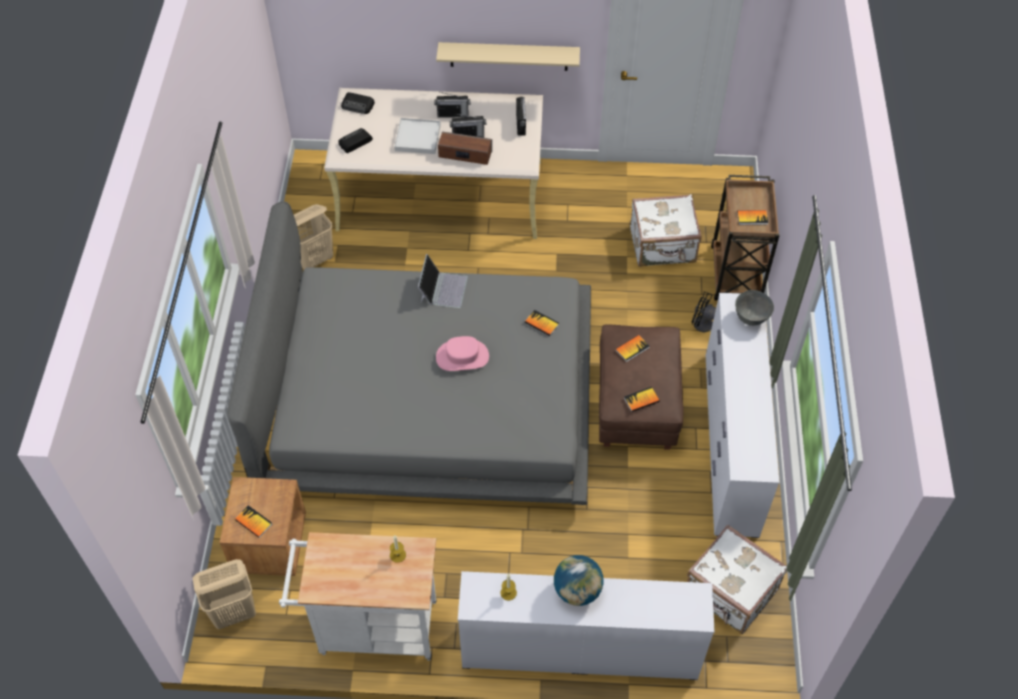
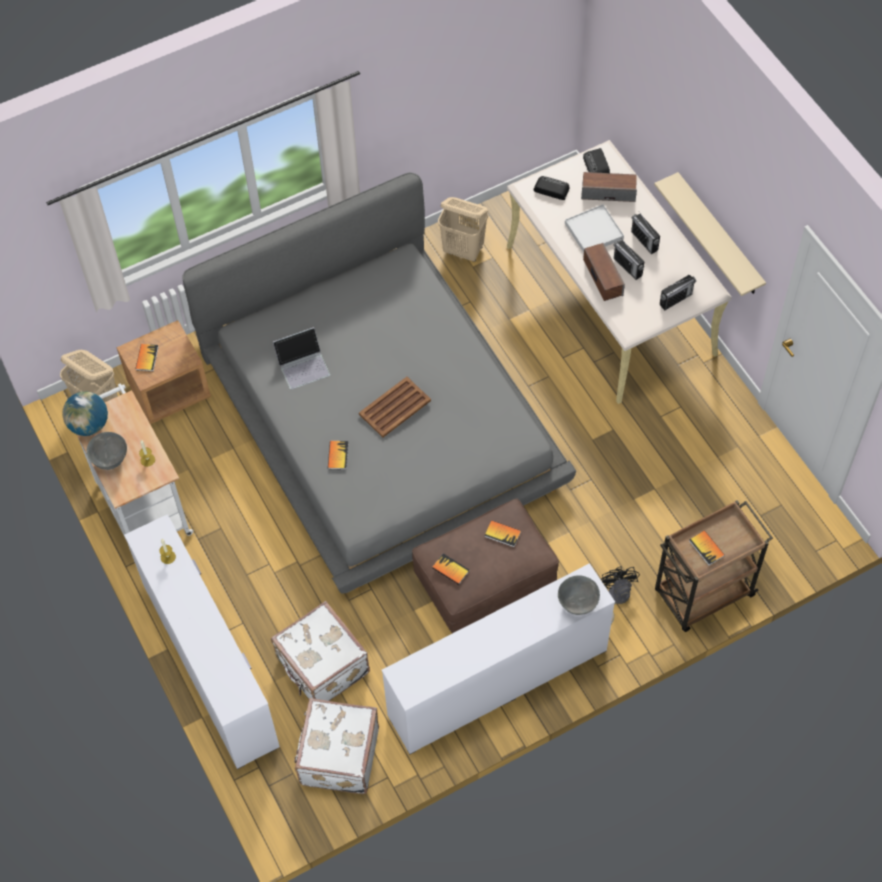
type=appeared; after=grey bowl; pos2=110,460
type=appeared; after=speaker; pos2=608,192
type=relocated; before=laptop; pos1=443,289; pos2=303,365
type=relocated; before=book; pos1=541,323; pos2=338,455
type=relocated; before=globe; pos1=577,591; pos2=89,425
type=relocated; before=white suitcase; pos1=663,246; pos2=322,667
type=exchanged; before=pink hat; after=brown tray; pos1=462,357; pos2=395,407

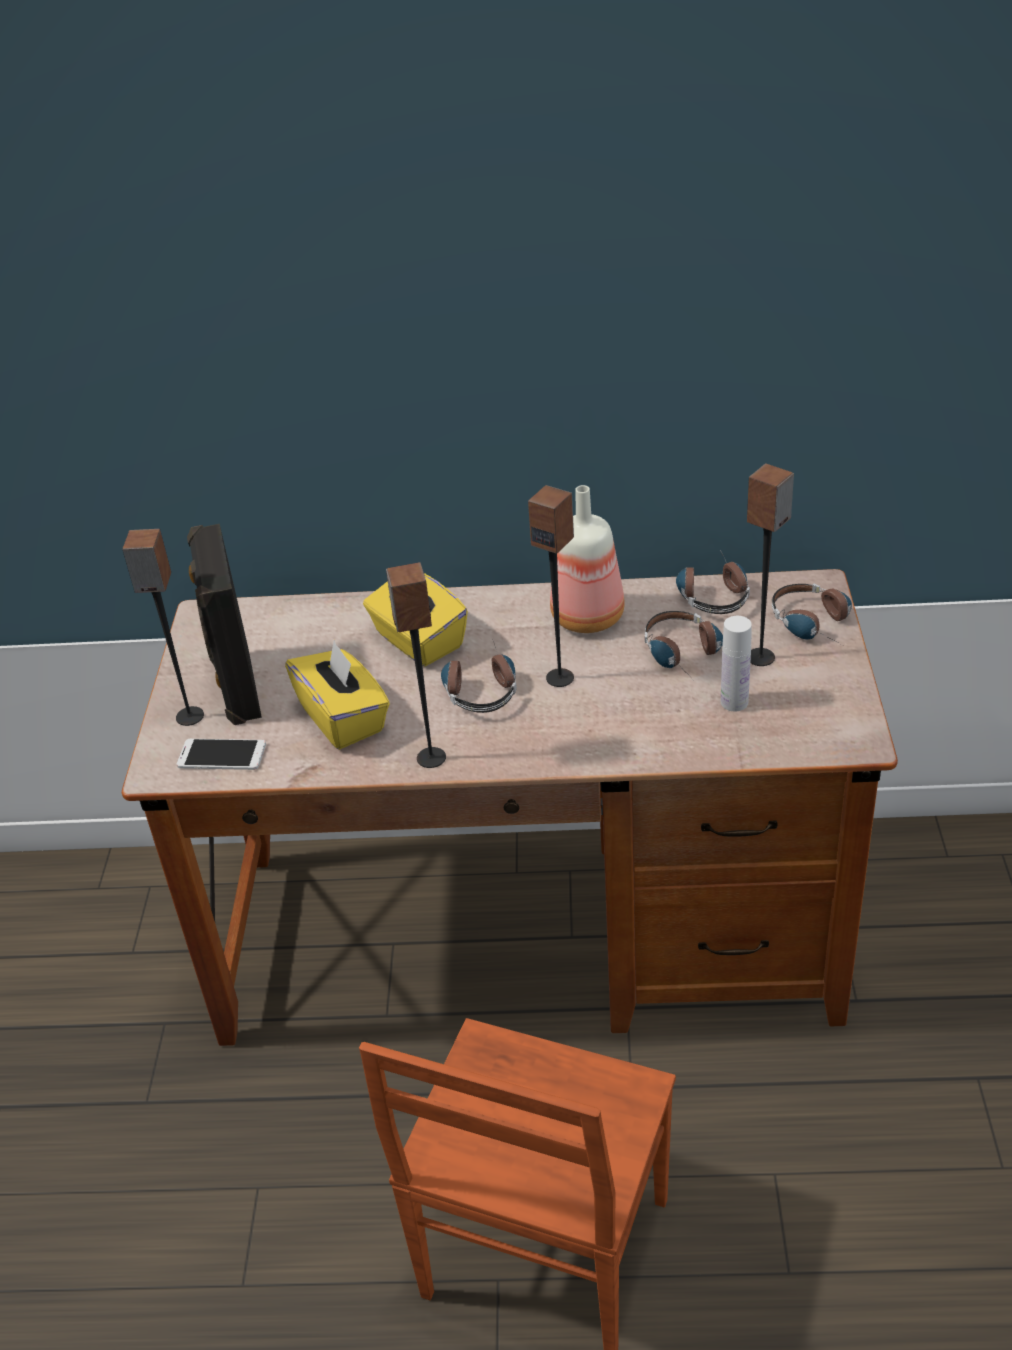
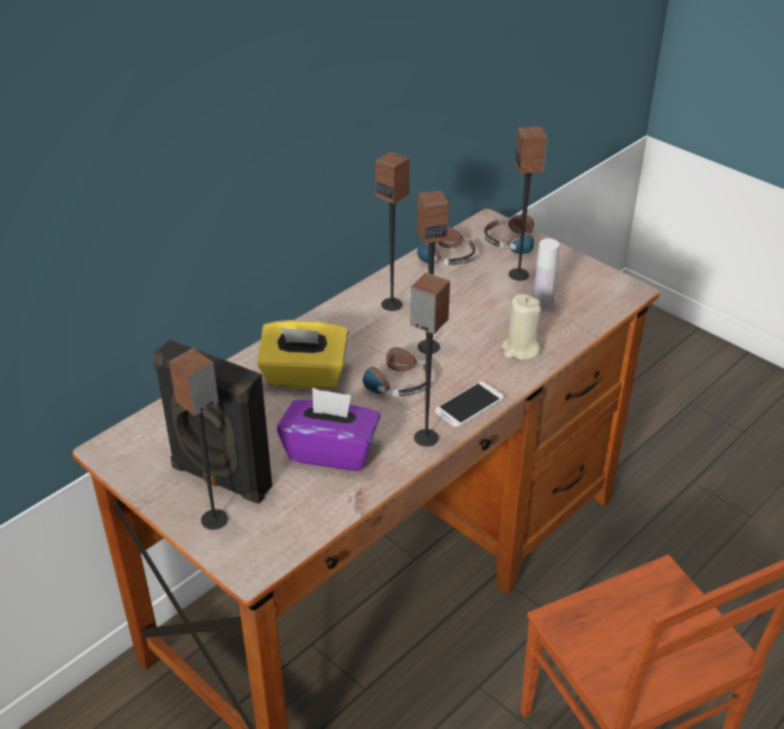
type=missing; before=headphones; pos1=686,655
type=appeared; after=beige candle; pos2=520,349
type=relocated; before=phone; pos1=222,755; pos2=469,405
type=exchanged; before=bottle; after=speaker; pos1=589,618; pos2=392,304
type=colour; before=yellow tissue box; after=purple tissue box; pos1=343,718; pos2=331,451

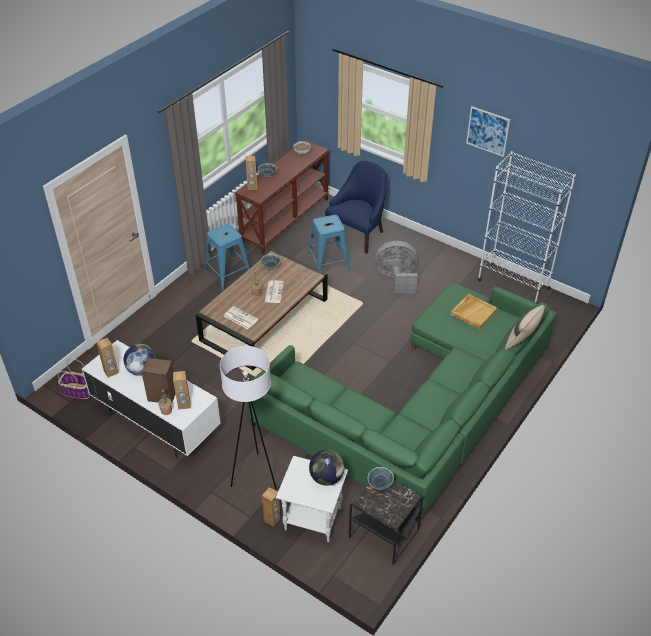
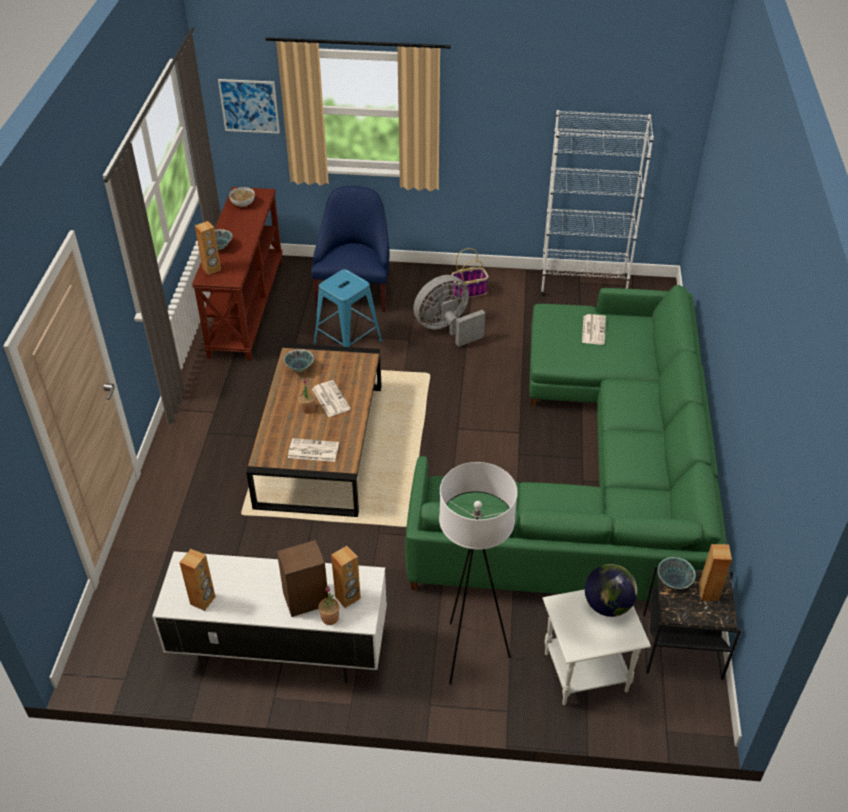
type=missing; before=globe; pos1=141,370
type=missing; before=blue stool; pos1=228,275
type=missing; before=beige pillow; pos1=522,341
type=relocated; before=basket; pos1=78,391; pos2=469,291
type=relocated; before=brown speaker; pos1=272,519; pos2=708,593
type=relocated; before=picture; pos1=487,131; pos2=249,106
type=exchanged; before=beige tray; after=newspaper; pos1=473,312; pos2=593,329

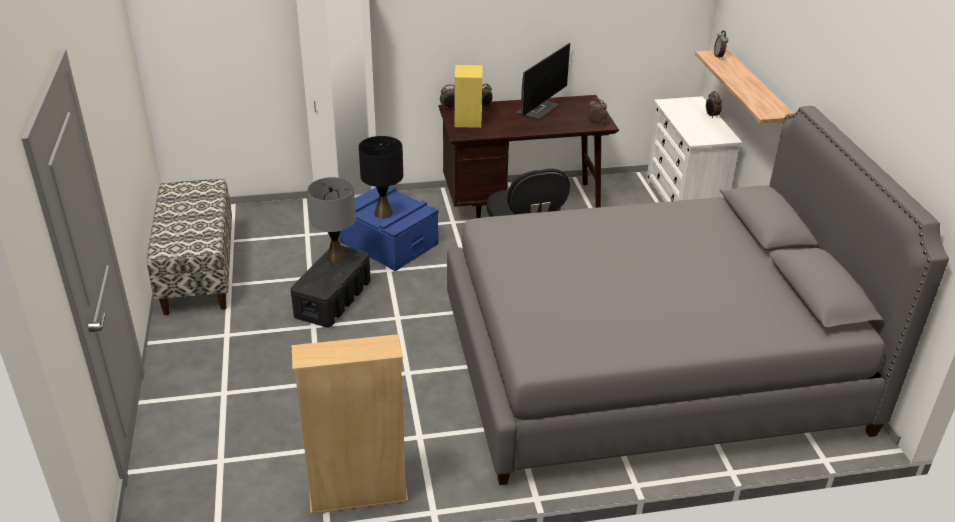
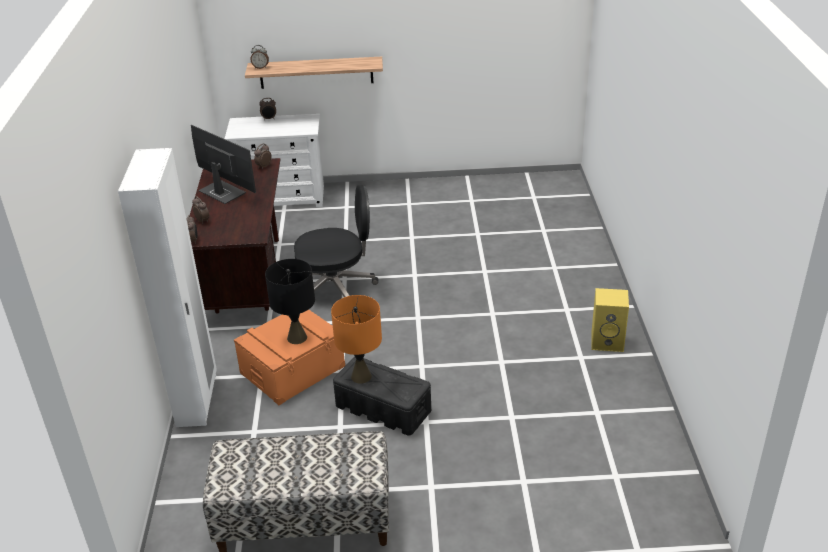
type=missing; before=beige bookcase; pos1=358,496
type=missing; before=grey bed; pos1=648,366
type=relocated; before=yellow speaker; pos1=468,121; pos2=608,341
type=colour; before=grey table lamp; after=orange table lamp; pos1=336,258; pos2=361,376
type=colour; before=blue storage box; after=orange storage box; pos1=389,243; pos2=292,369

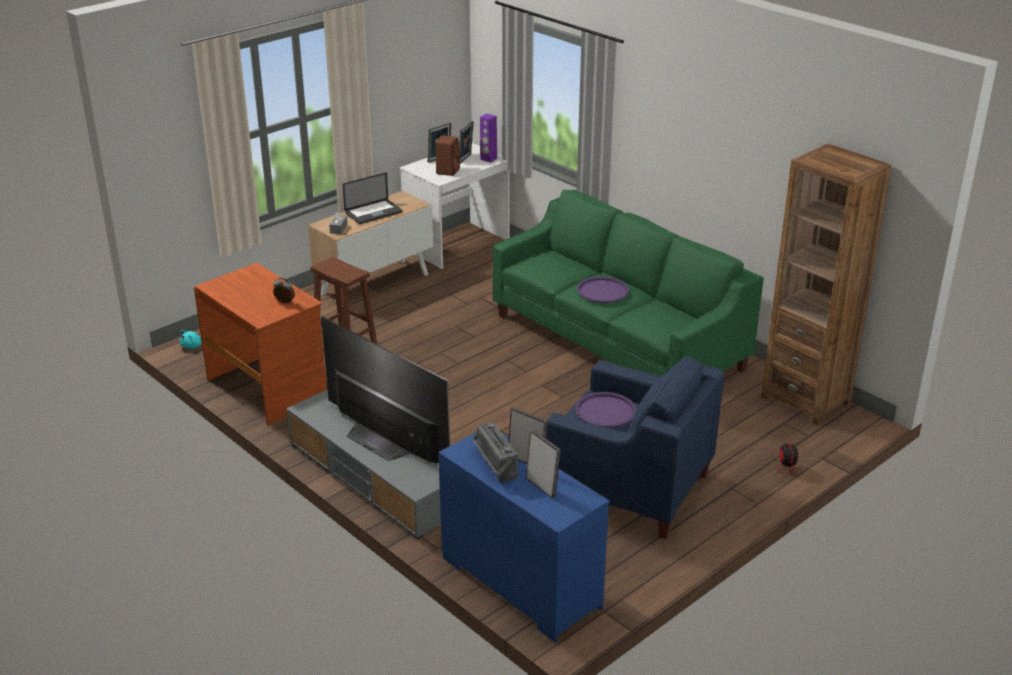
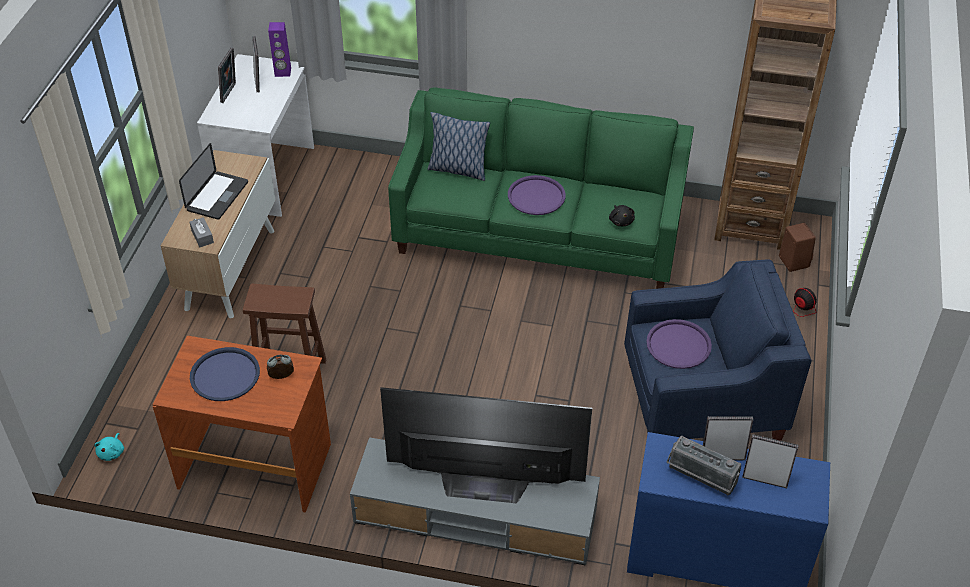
type=appeared; after=blue tray; pos2=225,375
type=appeared; after=pillow; pos2=457,169
type=appeared; after=black plush toy; pos2=621,221
type=relocated; before=brown speaker; pos1=448,171; pos2=793,261

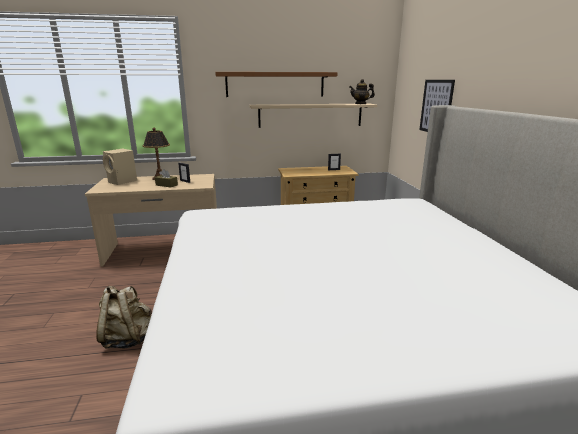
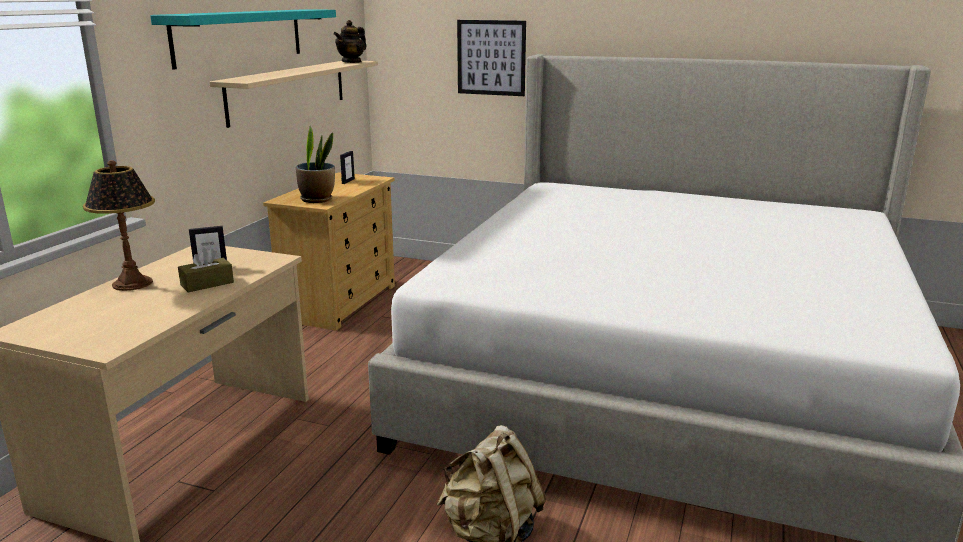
type=missing; before=beige speaker; pos1=122,181
type=appeared; after=potted plant; pos2=317,199
type=colour; before=brown shelf; after=turquoise shelf; pos1=275,84; pos2=240,36

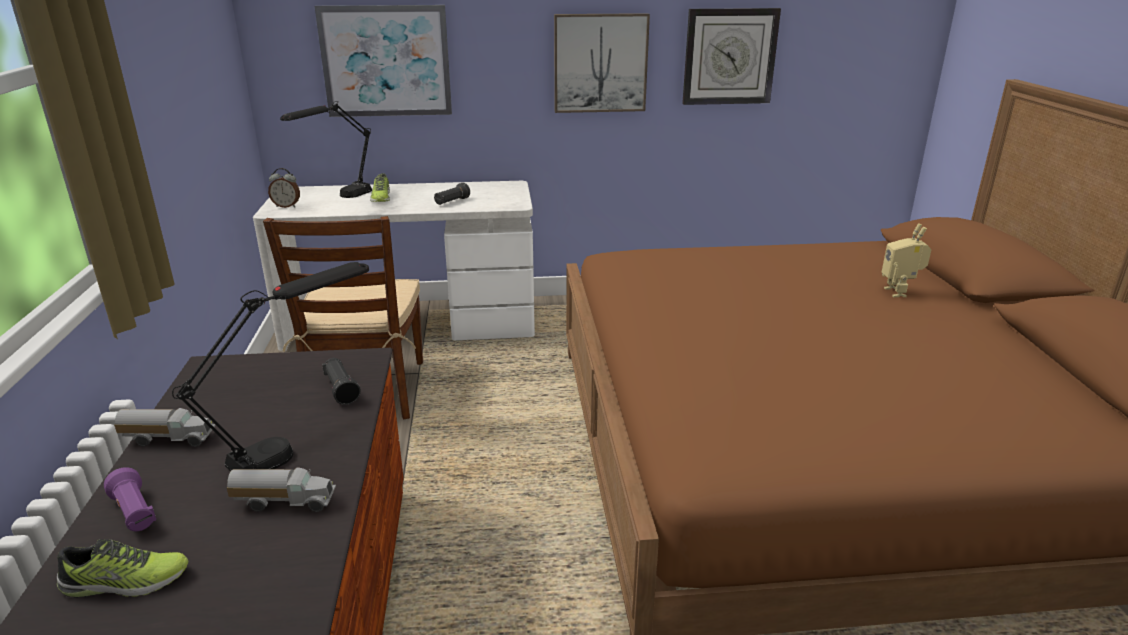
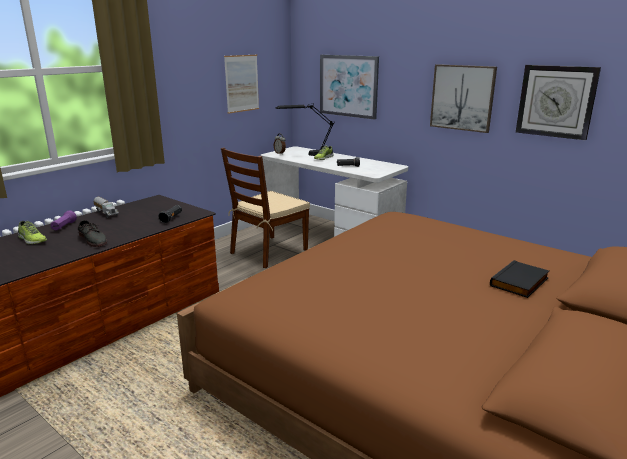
type=missing; before=black table lamp; pos1=299,444
type=appeared; after=picture; pos2=242,83
type=exchanged; before=toy truck; after=grey shoe; pos1=285,502; pos2=93,239
type=exchanged; before=toy robot; after=black book; pos1=899,292; pos2=520,282

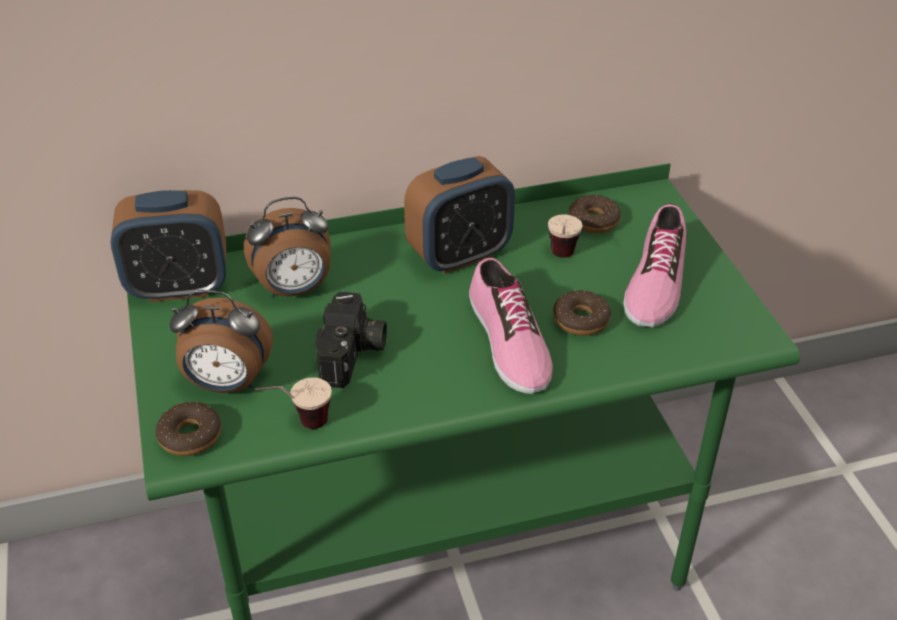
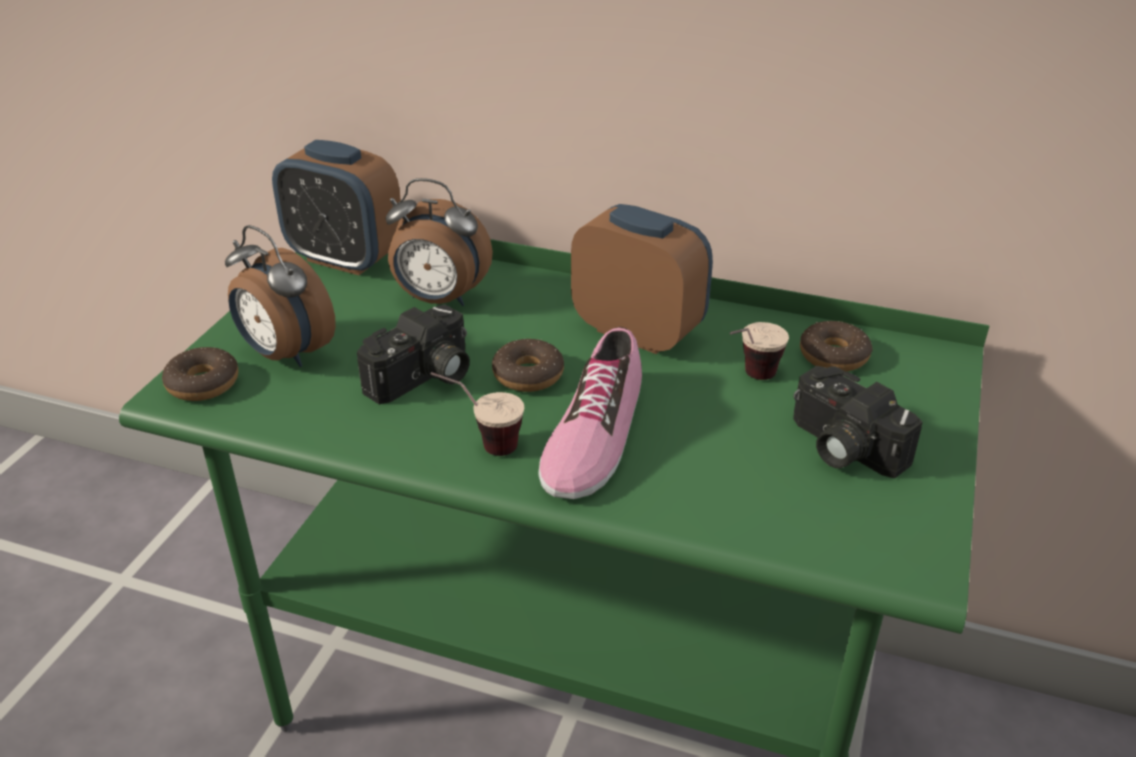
type=relocated; before=cup; pos1=298,425; pos2=480,444
type=relocated; before=donut; pos1=581,320; pos2=528,375
type=exchanged; before=shoe; after=photo camera; pos1=654,282; pos2=841,447
type=spun; before=alarm clock; pos1=460,255; pos2=638,332; turn=-150

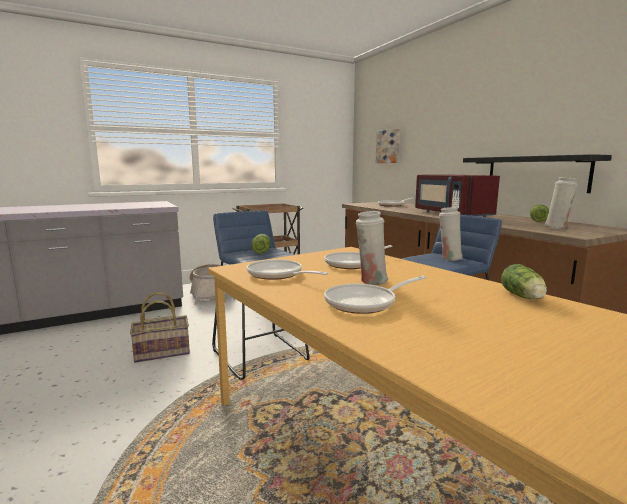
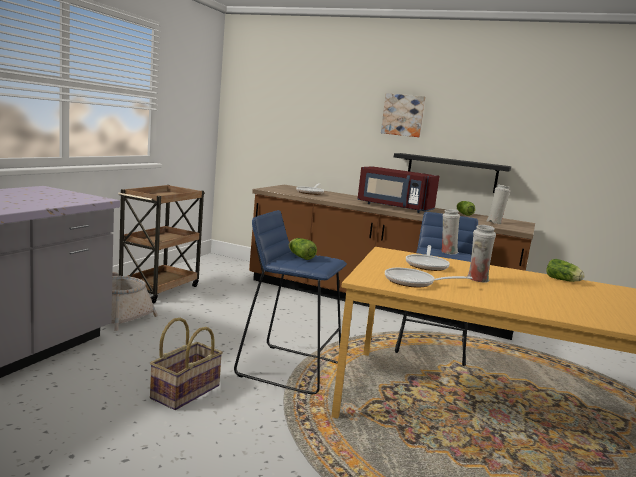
type=missing; before=frying pan; pos1=365,303
type=relocated; before=picture; pos1=388,146; pos2=403,115

